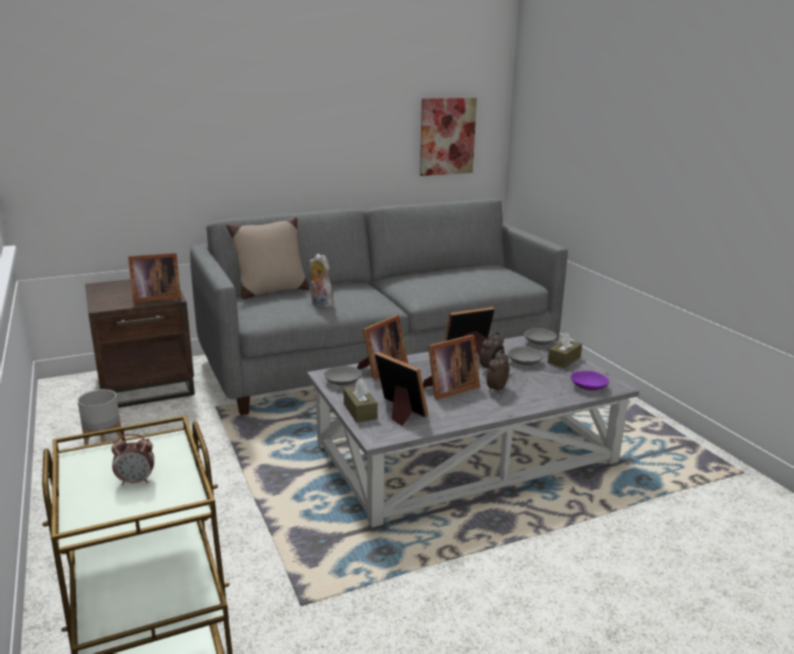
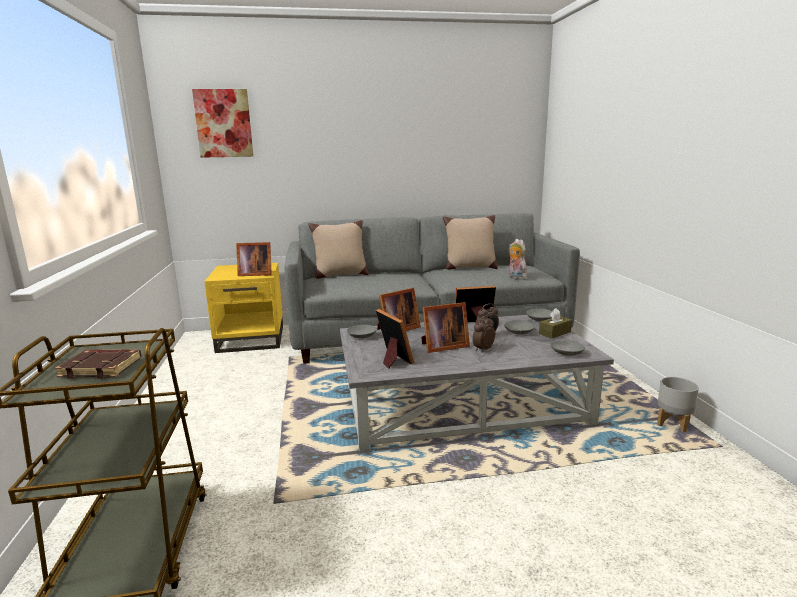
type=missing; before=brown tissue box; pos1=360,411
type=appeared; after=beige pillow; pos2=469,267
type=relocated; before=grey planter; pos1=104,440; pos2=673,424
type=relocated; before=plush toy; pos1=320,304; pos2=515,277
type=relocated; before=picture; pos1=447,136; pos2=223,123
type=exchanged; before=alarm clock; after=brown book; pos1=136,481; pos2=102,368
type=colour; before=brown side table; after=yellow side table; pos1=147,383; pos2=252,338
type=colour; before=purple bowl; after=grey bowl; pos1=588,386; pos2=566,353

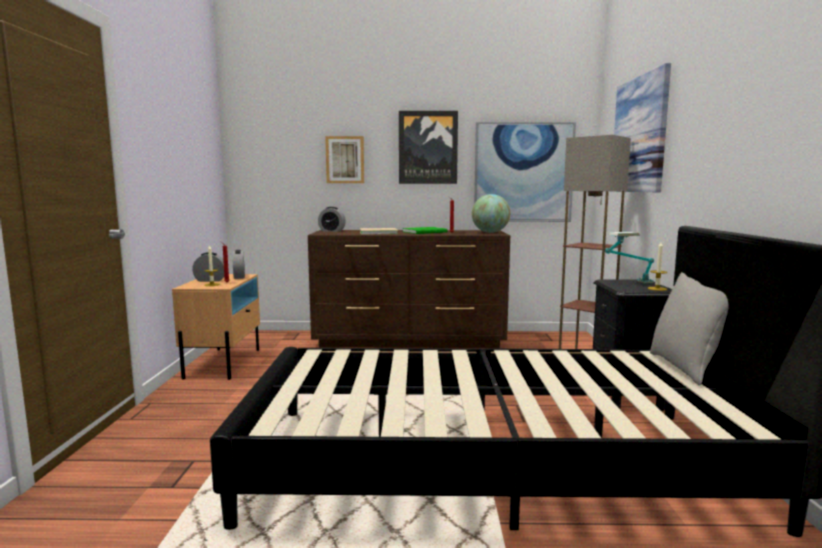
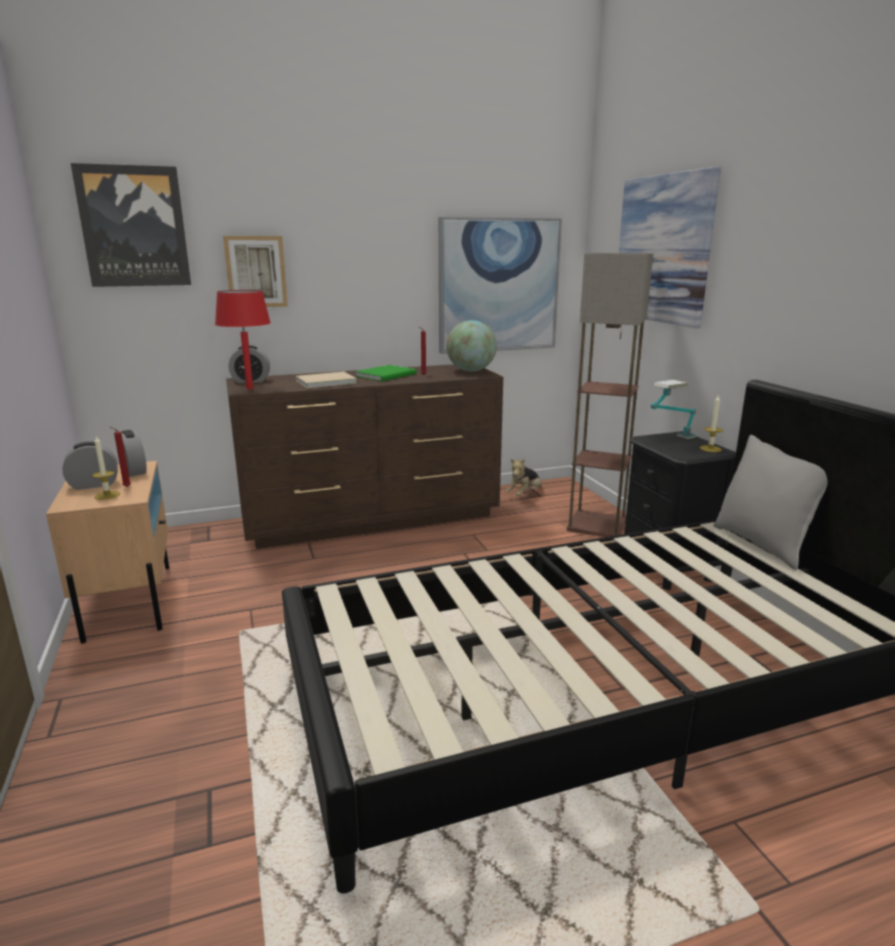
type=appeared; after=red table lamp; pos2=249,388
type=appeared; after=plush toy; pos2=524,494
type=relocated; before=picture; pos1=428,147; pos2=134,227

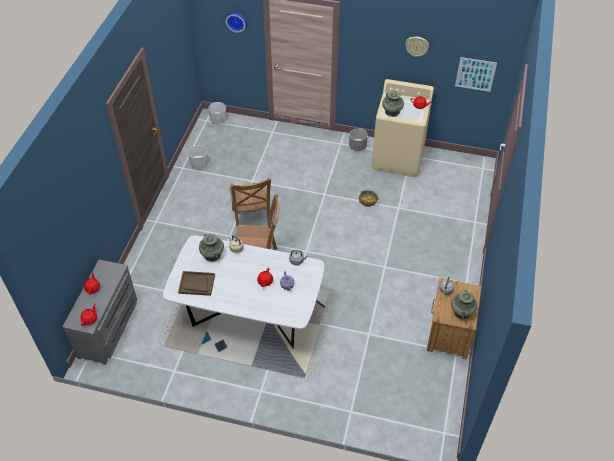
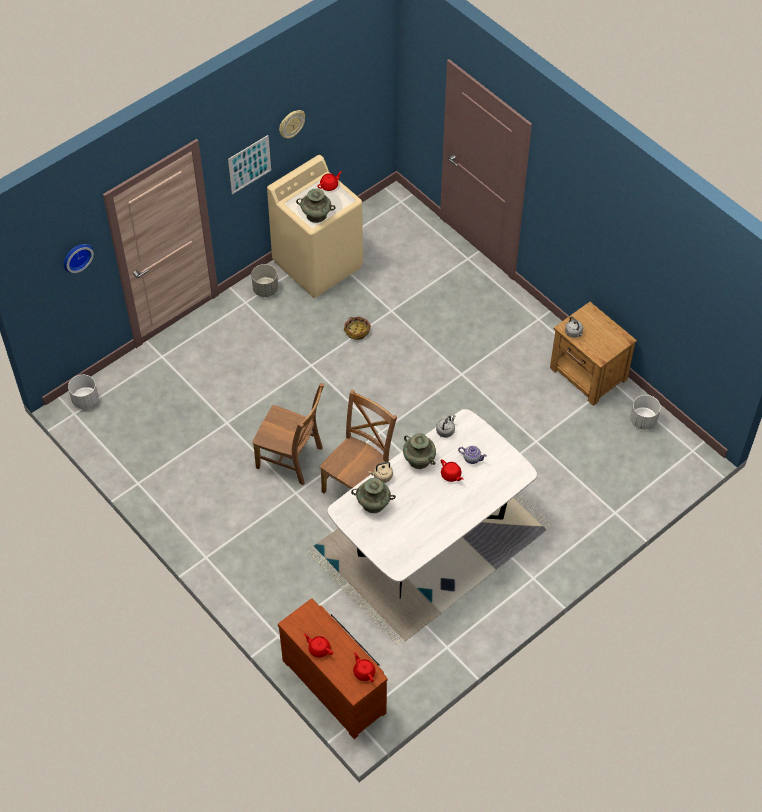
type=missing; before=brown tray; pos1=196,284
type=relocated; before=white planter; pos1=199,163; pos2=643,420
type=relocated; before=turquoise vase; pos1=462,312; pos2=419,460
type=relocated; before=picture; pos1=475,74; pos2=249,164
type=colour; before=grey dresser; after=brown dresser; pos1=110,328; pos2=336,684

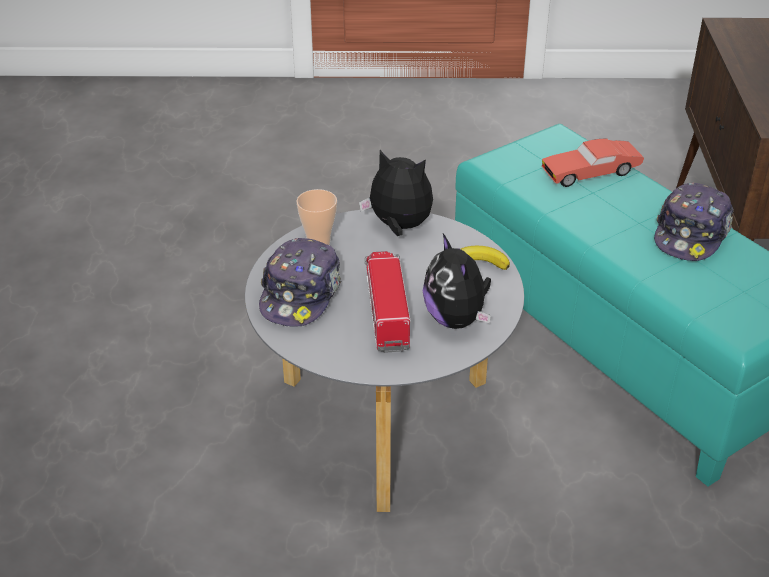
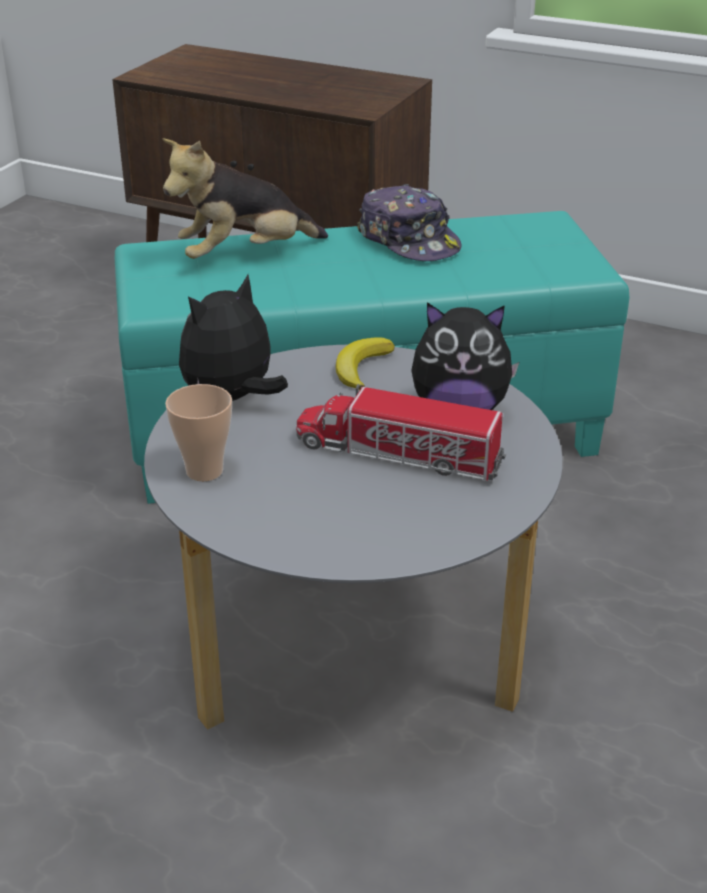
type=missing; before=cap; pos1=301,294
type=exchanged; before=red toy car; after=plush toy; pos1=591,173; pos2=244,256

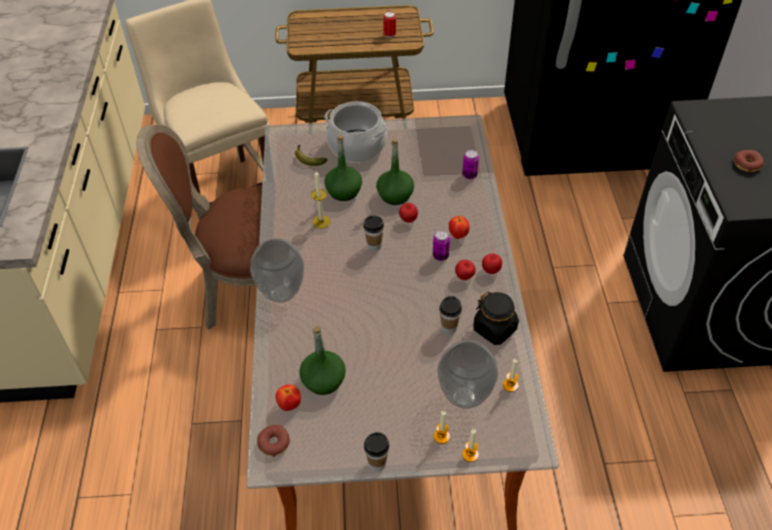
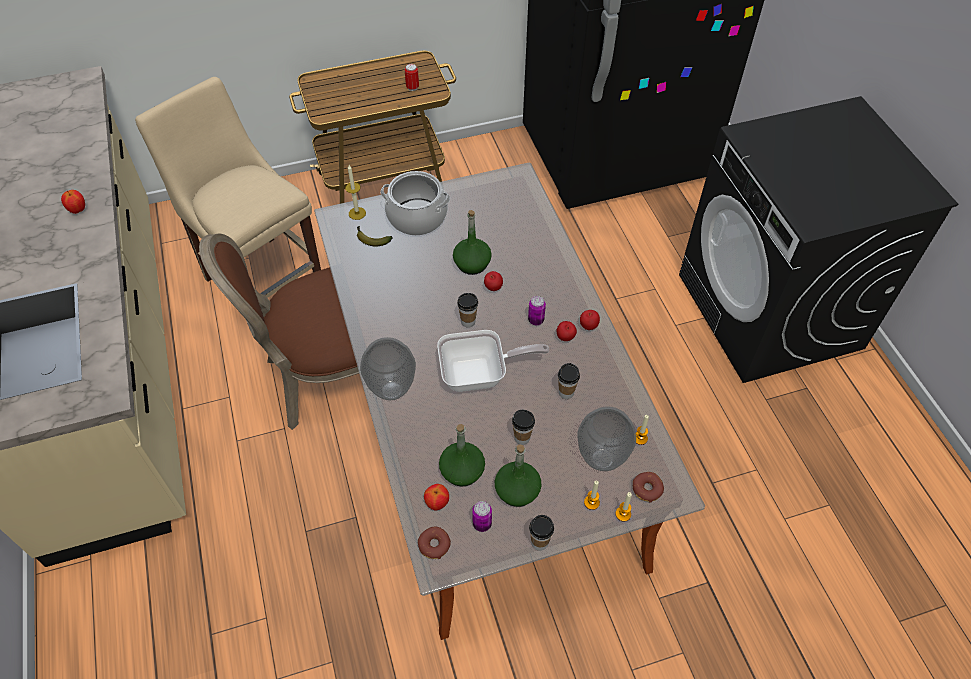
type=missing; before=black jar; pos1=495,329
type=appeared; after=frying pan; pos2=480,375
type=appeared; after=cup; pos2=522,438
type=relocated; before=candle; pos1=321,221; pos2=357,213
type=relocated; before=green bottle; pos1=344,191; pos2=517,491
type=relocated; before=apple; pos1=458,235; pos2=78,210
type=relocated; before=can; pos1=469,175; pos2=482,524
type=relocated; before=donut; pos1=747,164; pos2=647,489

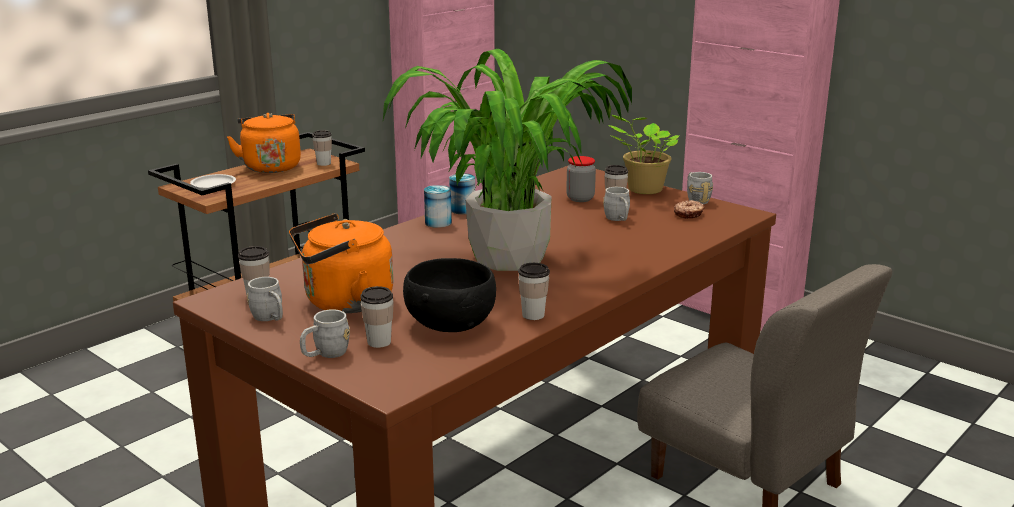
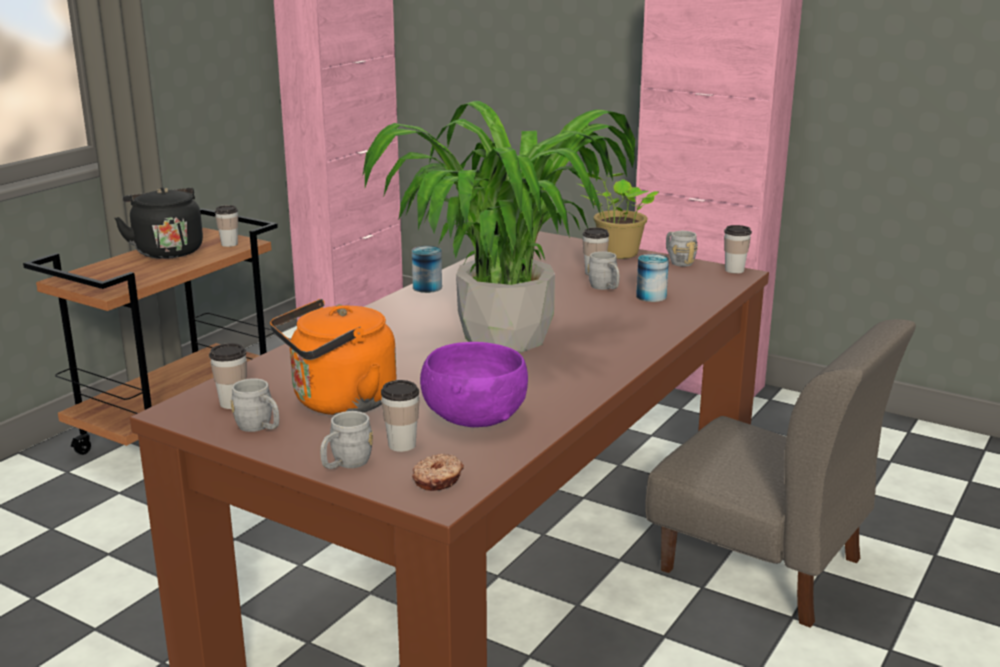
type=missing; before=white plate; pos1=213,185
type=missing; before=jar; pos1=580,198
type=relocated; before=can; pos1=438,222; pos2=651,296
type=relocated; before=cup; pos1=533,315; pos2=734,270
type=relocated; before=donut; pos1=689,214; pos2=439,480
type=colour; before=orange kettle; after=black kettle; pos1=271,166; pos2=167,251
type=colour; before=black bowl; after=purple bowl; pos1=449,324; pos2=473,418

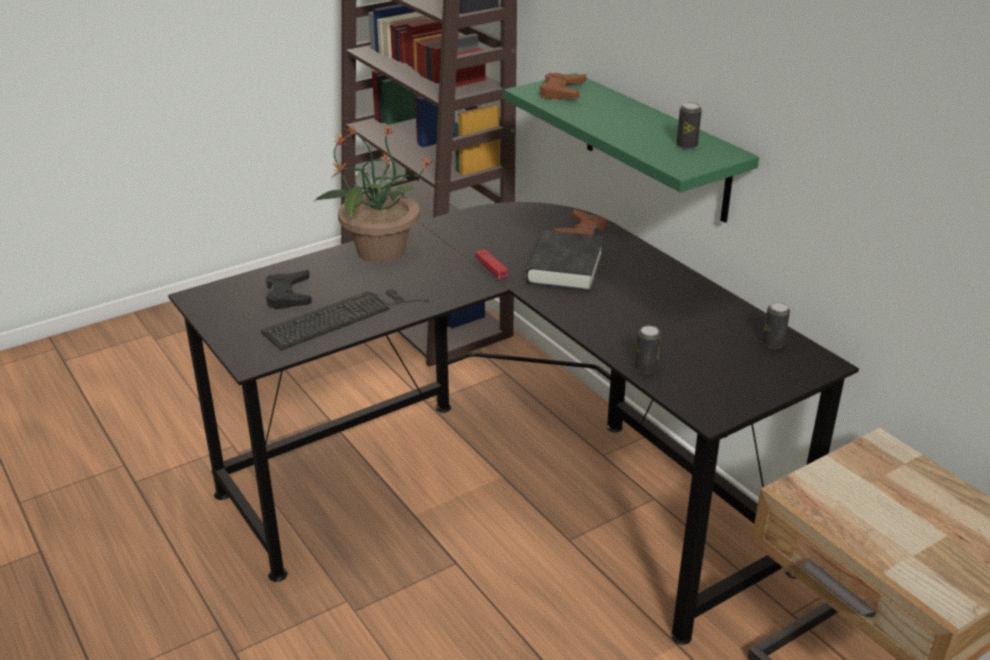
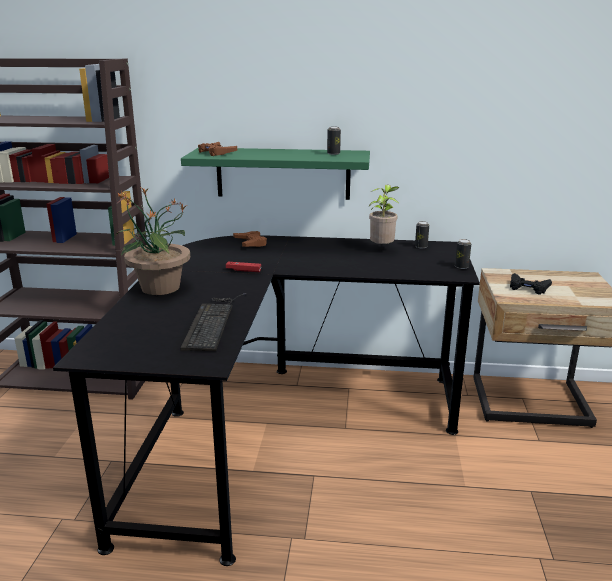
type=missing; before=black book; pos1=565,268
type=appeared; after=potted plant; pos2=382,249
type=relocated; before=black game controller; pos1=289,295; pos2=528,287
type=relocated; before=can; pos1=646,368; pos2=461,267

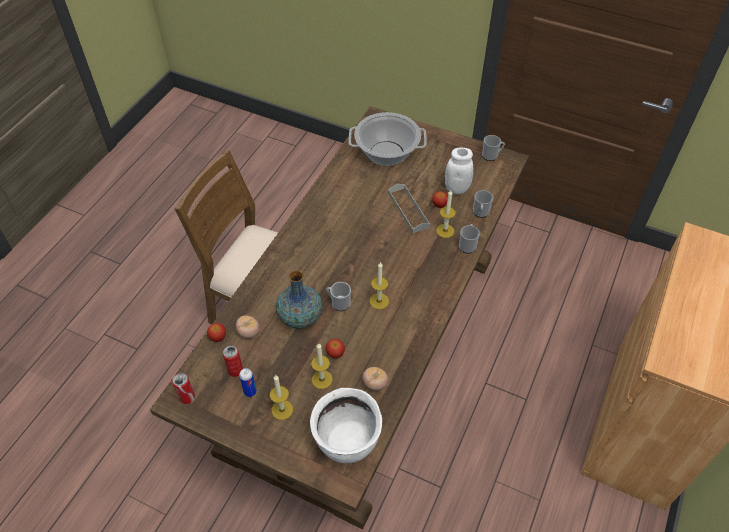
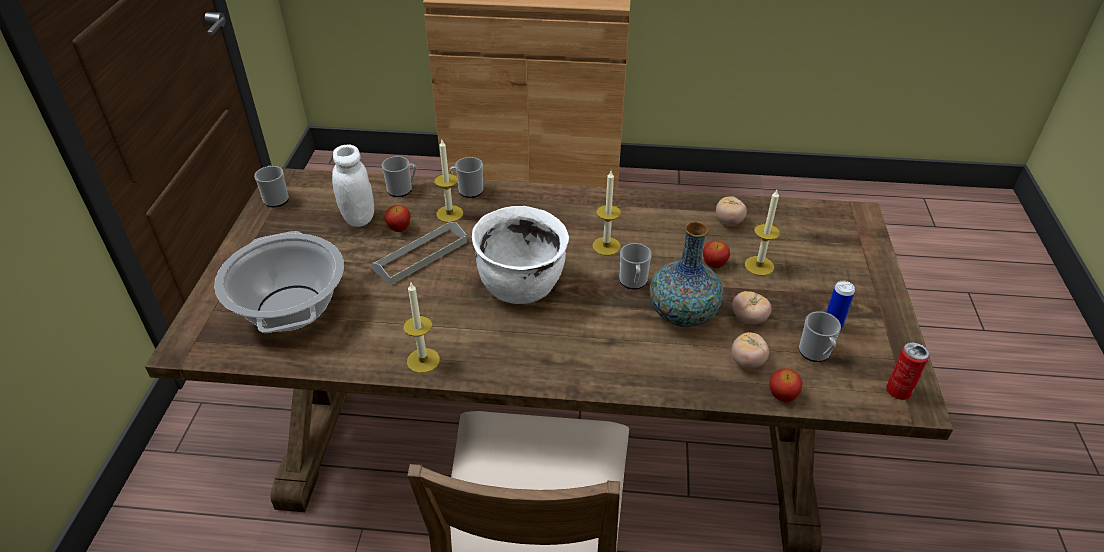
type=appeared; after=tomato; pos2=748,319
type=relocated; before=candle; pos1=282,410; pos2=423,360
type=relocated; before=white cooking pot; pos1=347,442; pos2=522,287
type=exchanged; before=can; after=mug; pos1=235,370; pos2=816,353

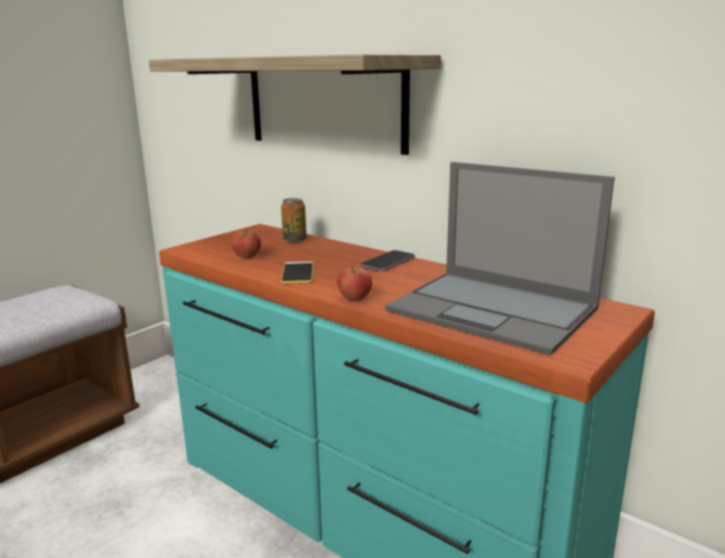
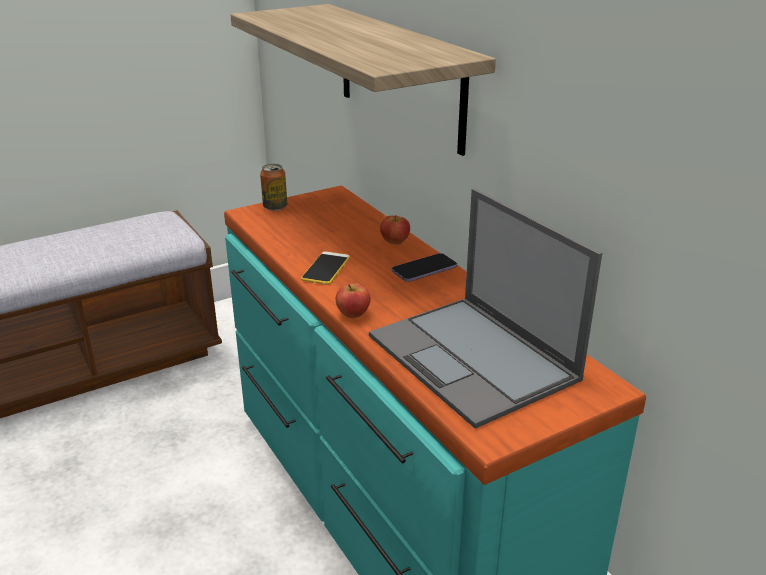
type=relocated; before=apple; pos1=247,257; pos2=395,242
type=relocated; before=can; pos1=294,240; pos2=275,207

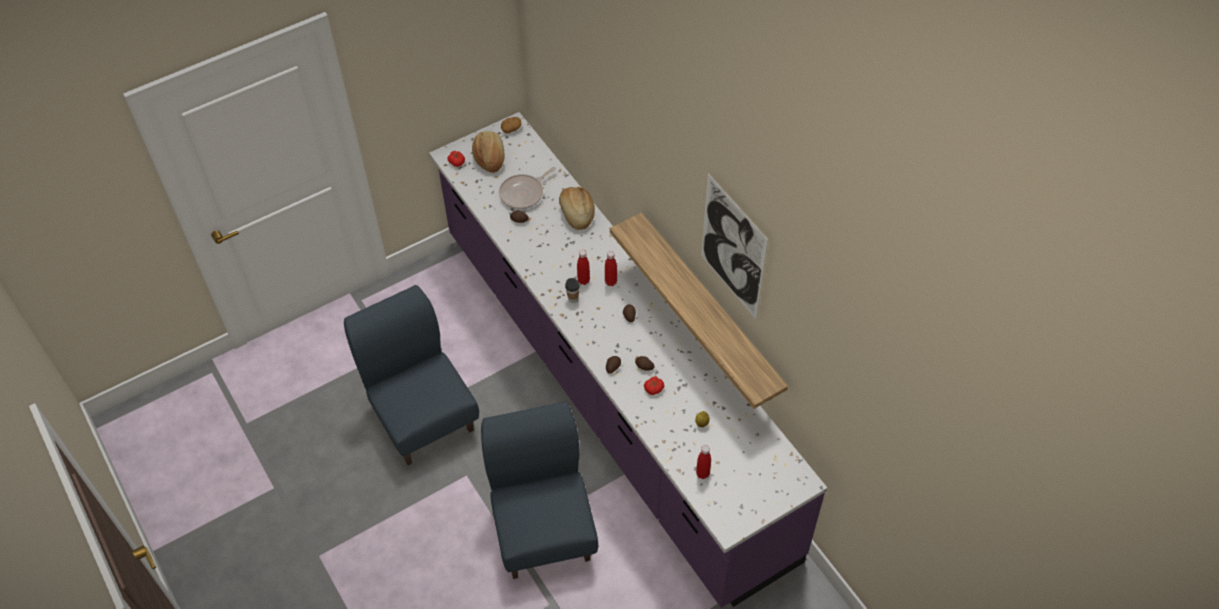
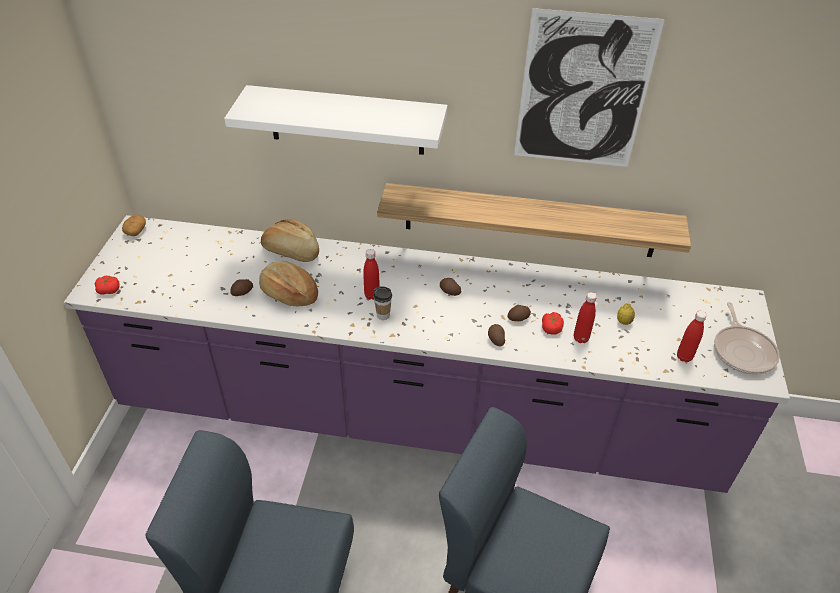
type=appeared; after=white shelf; pos2=346,120
type=relocated; before=bread; pos1=490,157; pos2=289,294
type=relocated; before=frying pan; pos1=524,193; pos2=742,351
type=relocated; before=red bottle; pos1=611,282; pos2=581,338

